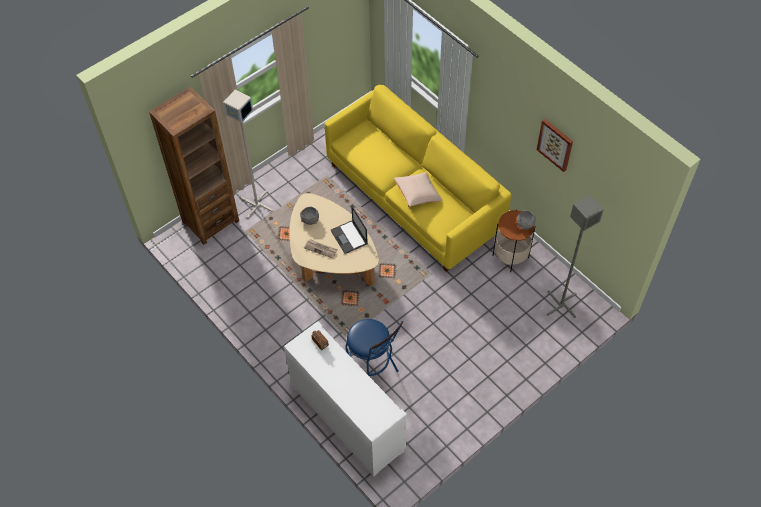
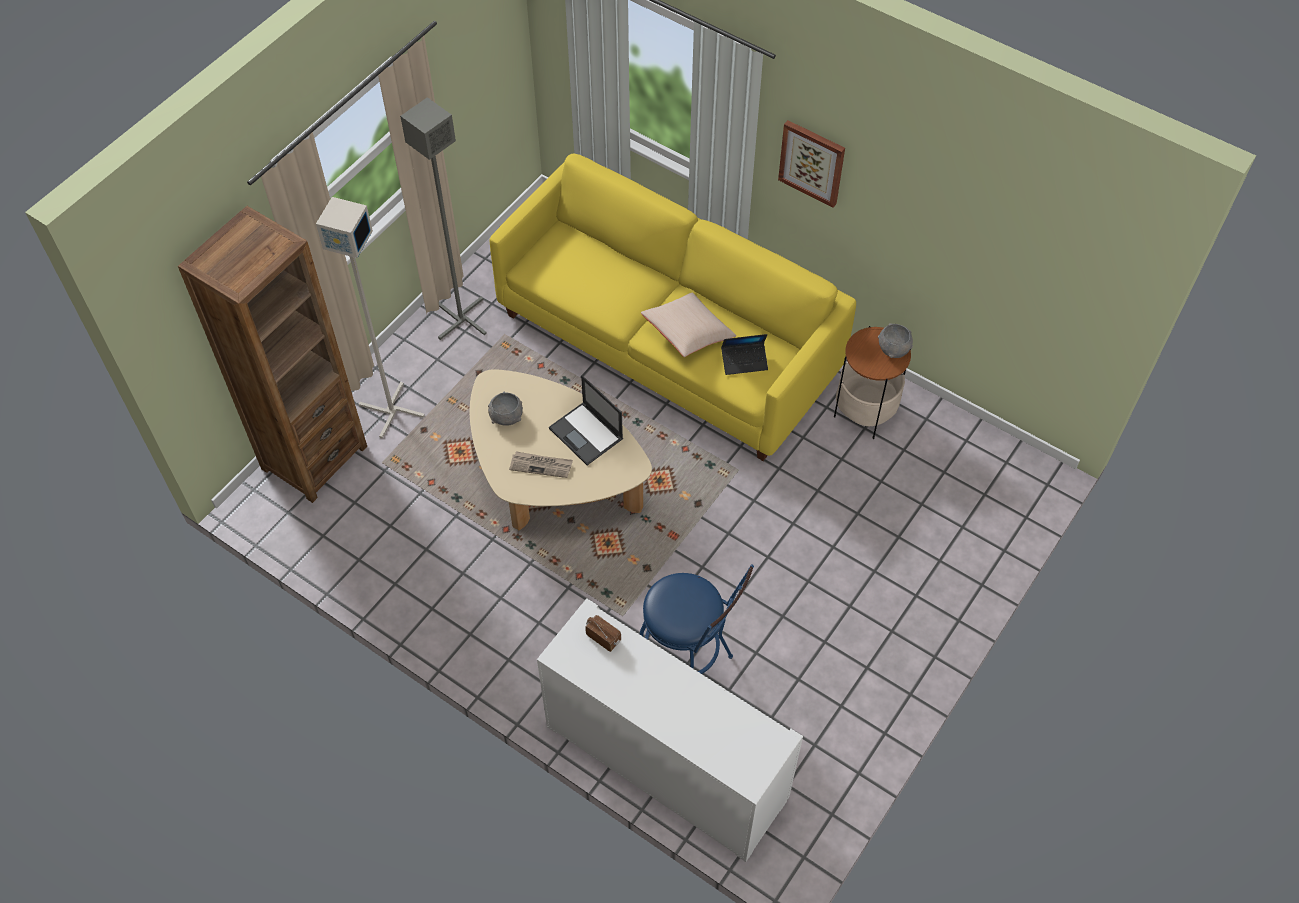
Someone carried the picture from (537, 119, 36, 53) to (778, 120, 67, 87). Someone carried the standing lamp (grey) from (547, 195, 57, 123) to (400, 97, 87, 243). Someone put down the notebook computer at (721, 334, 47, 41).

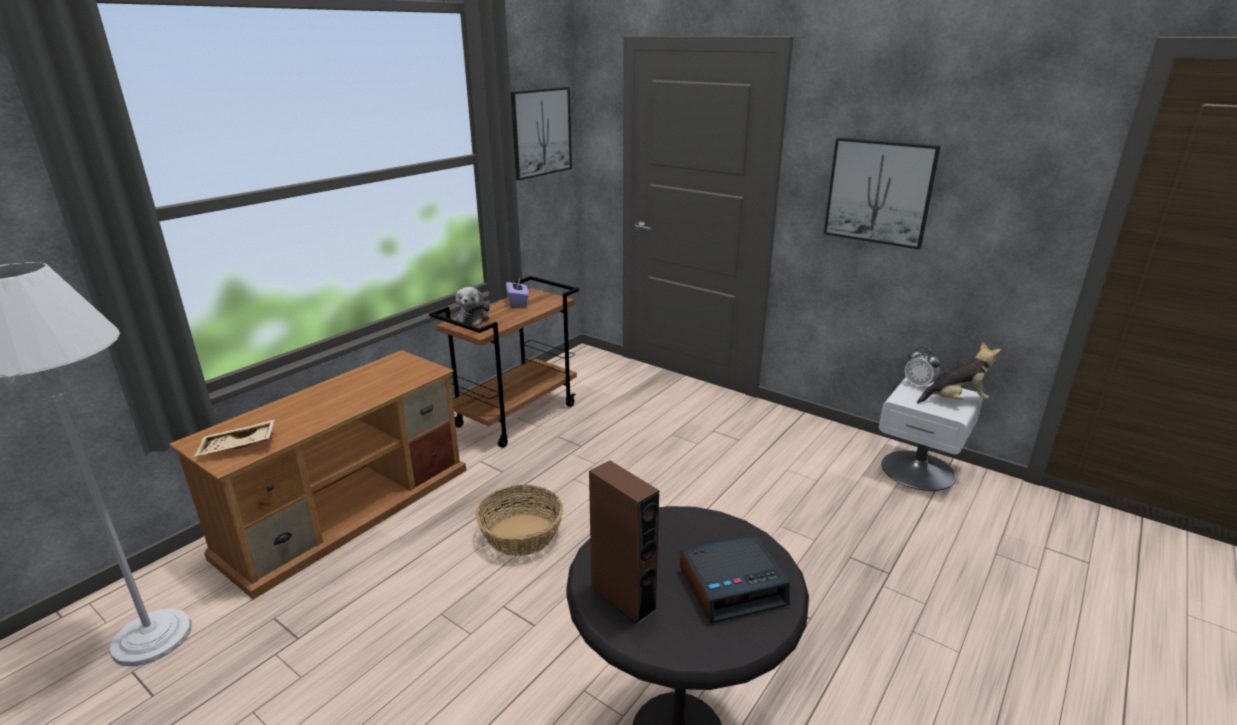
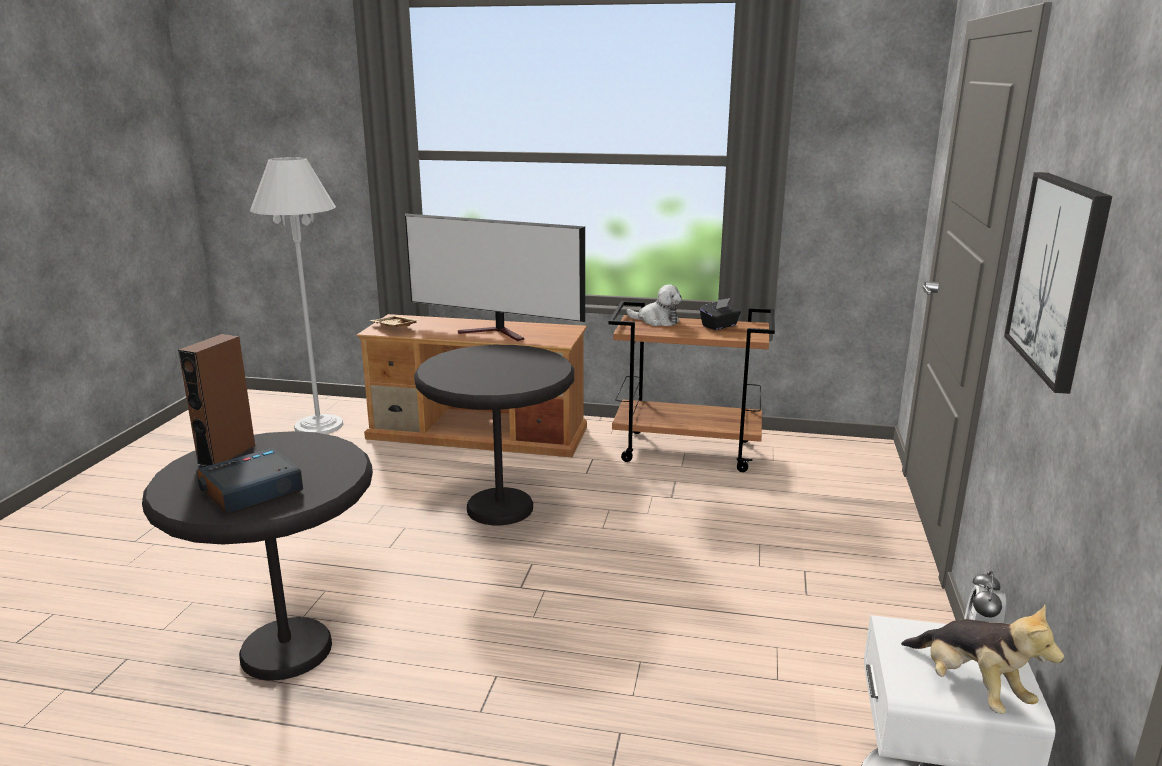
Someone rotated the plush toy at (456, 287, 34, 38) by 135 degrees counterclockwise. Someone swapped the basket at (476, 485, 87, 71) for the accent table (black) at (414, 345, 160, 180). Someone repainted the tissue holder (purplish) at (506, 277, 23, 30), which became the tissue holder (black) at (700, 298, 41, 32). Someone took away the picture at (511, 87, 61, 93). Someone rotated the alarm clock at (680, 535, 110, 89) by 90 degrees clockwise. Someone put down the TV at (405, 213, 180, 128).

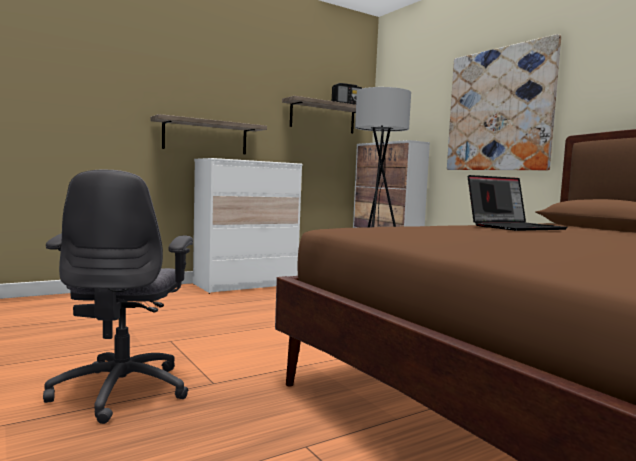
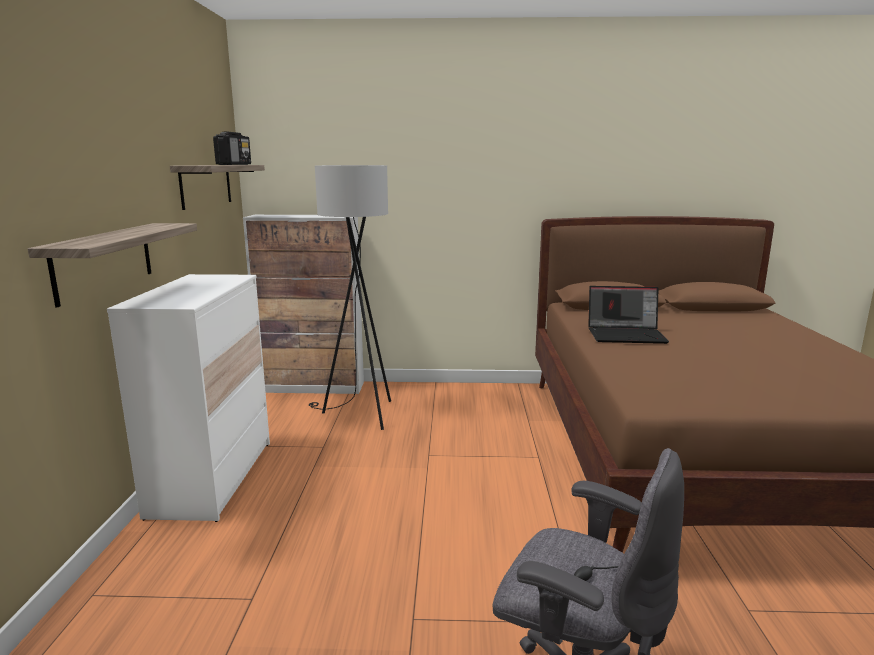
Someone took away the picture at (447, 34, 114, 137). Someone rotated the notebook computer at (468, 175, 100, 56) by 90 degrees clockwise.

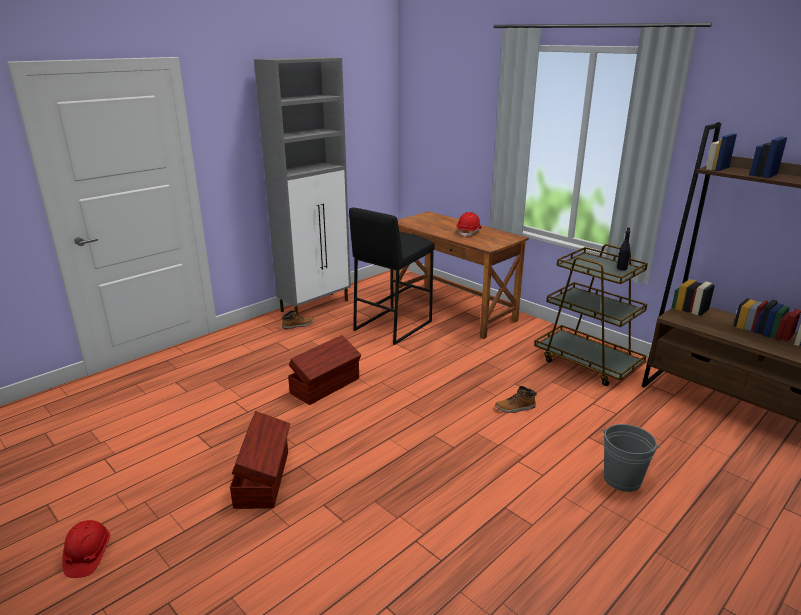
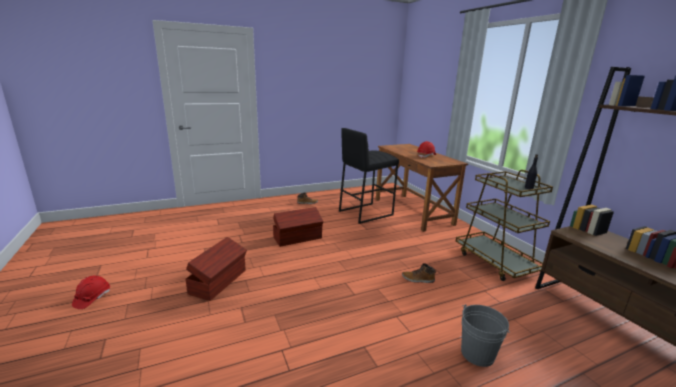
Someone took away the cabinet (grey) at (254, 57, 97, 259).

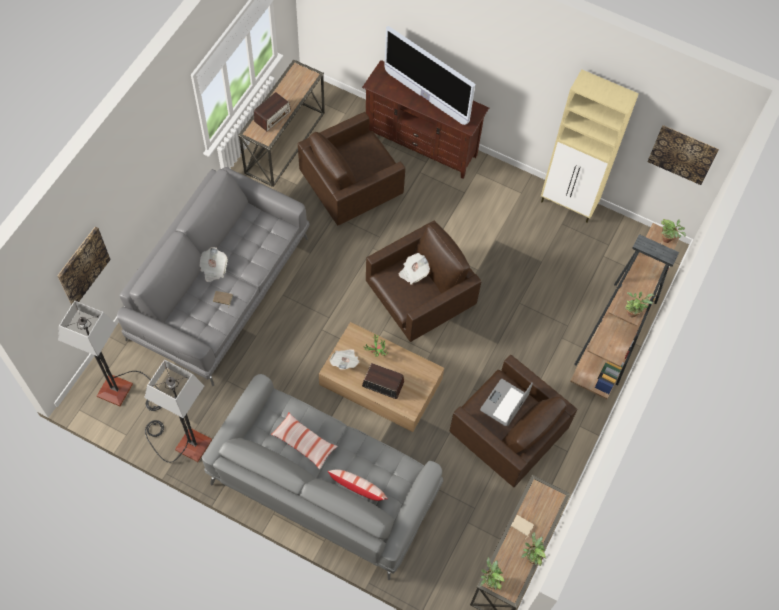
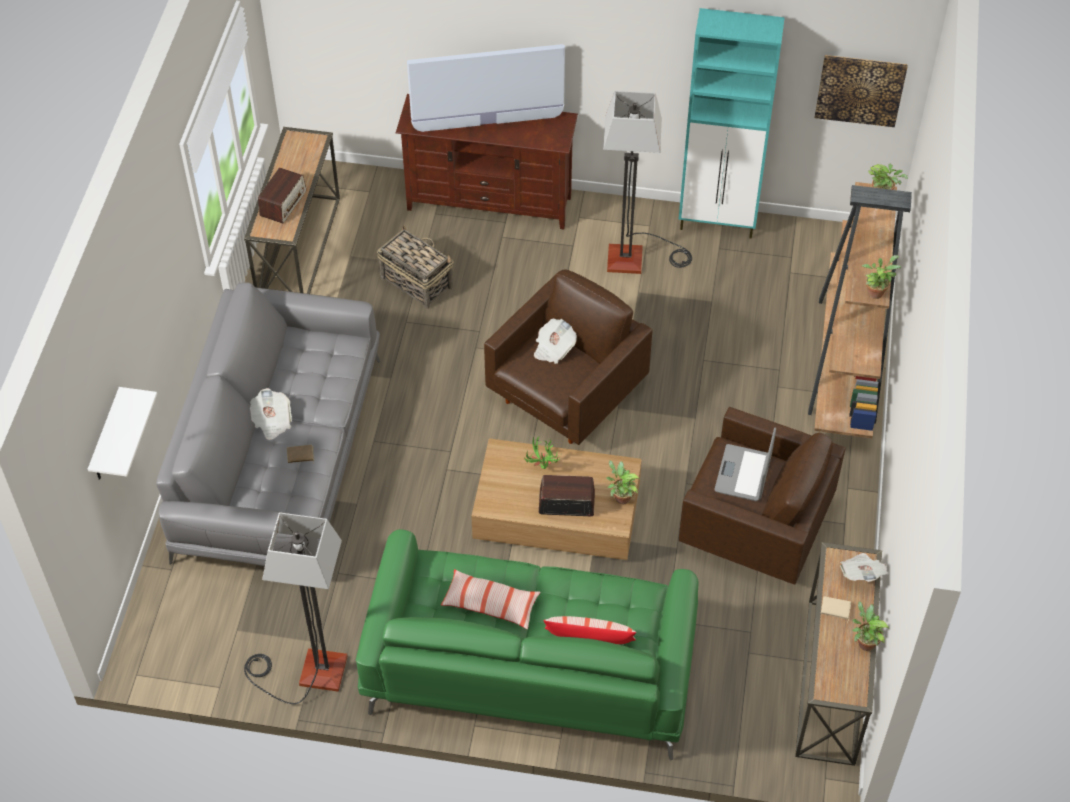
Someone swapped the picture at (57, 226, 54, 79) for the wall shelf (white-coloured) at (88, 387, 69, 93). Someone carried the standing lamp from (58, 301, 104, 110) to (603, 91, 89, 183). Someone repainted the couch (grey) at (202, 374, 241, 206), which became the couch (greenish) at (356, 529, 343, 232). Someone swapped the lounge chair (brownish) at (298, 112, 107, 114) for the basket at (377, 225, 77, 84). Someone carried the newspaper from (330, 349, 30, 21) to (840, 553, 47, 29). Someone rotated the TV at (384, 26, 91, 99) by 150 degrees clockwise. Someone carried the plant in a pot from (480, 557, 25, 33) to (606, 460, 34, 44). Someone repainted the cabinet (beige) at (541, 69, 98, 154), which became the cabinet (turquoise-coloured) at (679, 8, 106, 230).

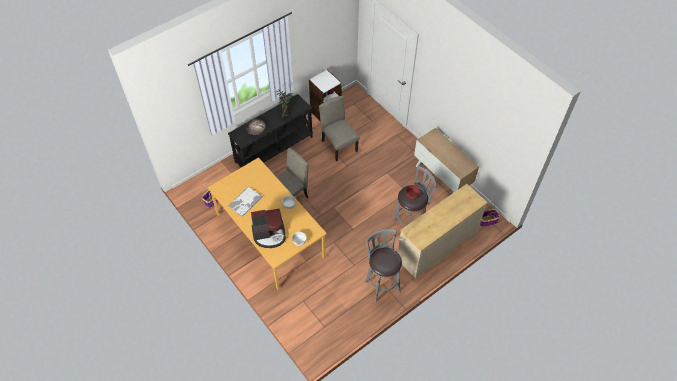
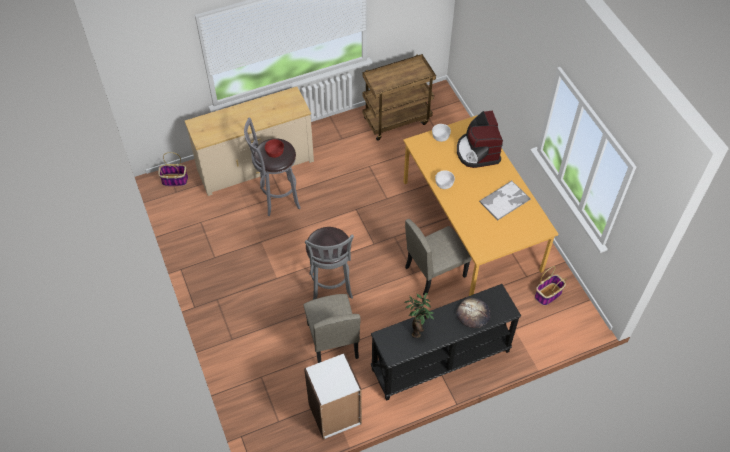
Someone rotated the coffee maker at (251, 209, 35, 39) by 105 degrees counterclockwise. Someone carried the stool (grey) from (365, 229, 37, 74) to (305, 227, 49, 73). Someone took away the cabinet at (414, 128, 65, 65). Someone put down the wheeled cart (brownish) at (362, 54, 74, 87).

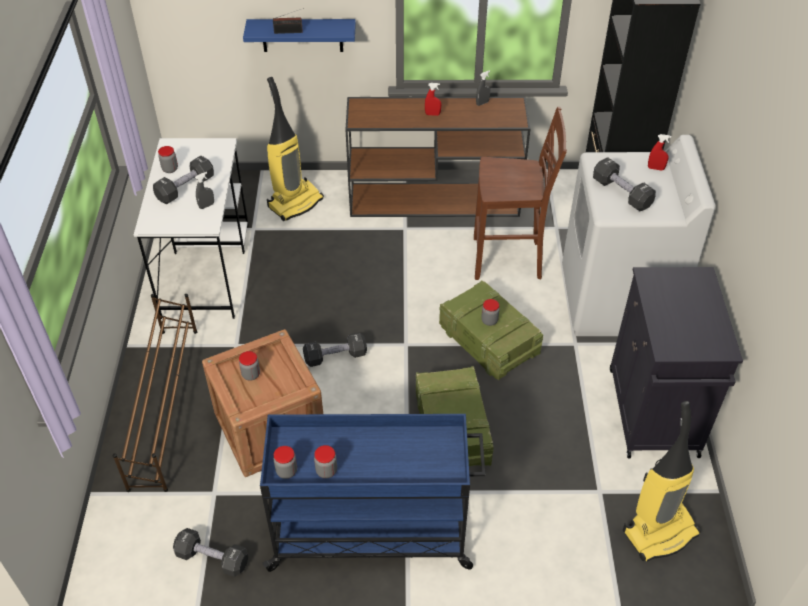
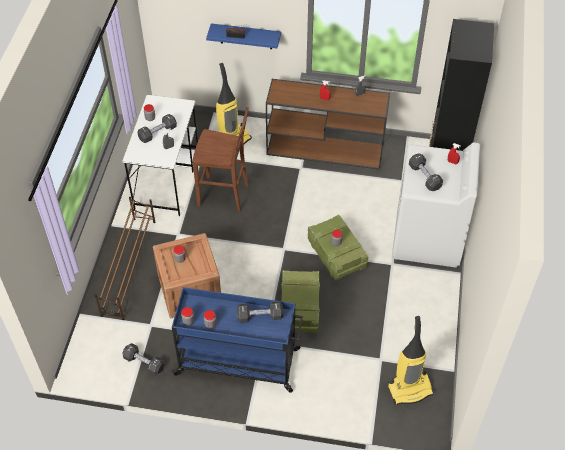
Someone carried the free weight (black) from (303, 333, 64, 34) to (237, 302, 46, 21). Someone carried the stool (brownish) from (474, 107, 93, 173) to (193, 107, 56, 105). Someone took away the cabinet (black) at (610, 267, 133, 191).

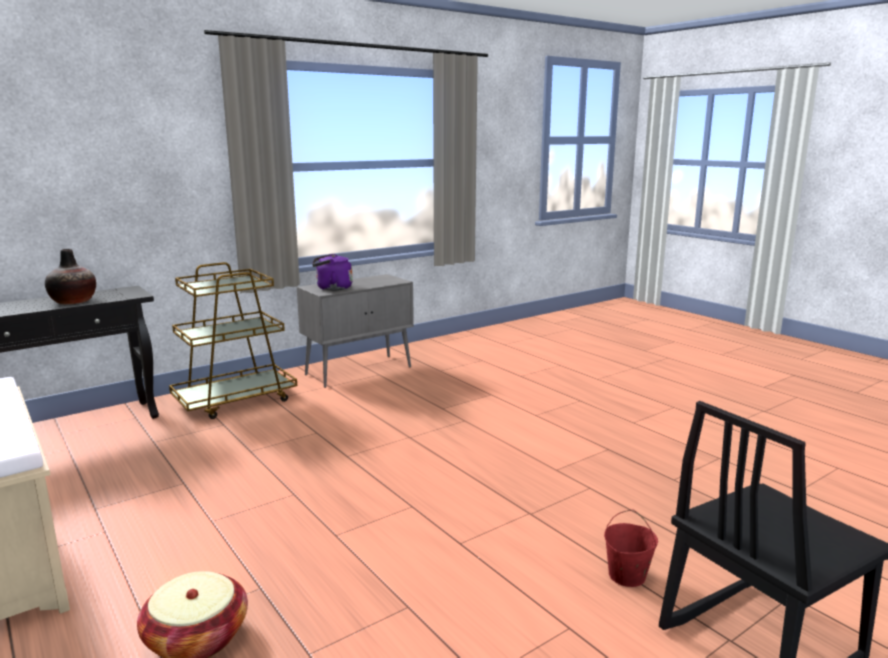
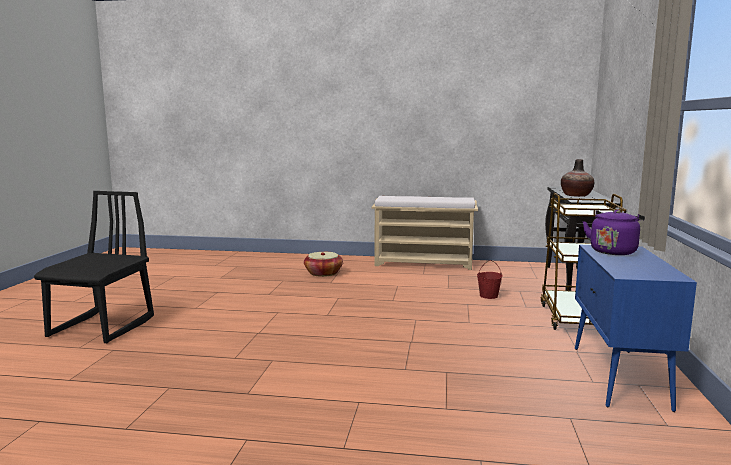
Someone repainted the cabinet (grey) at (297, 274, 117, 114), which became the cabinet (blue) at (575, 245, 122, 167). Someone carried the pail (reddish) from (604, 509, 54, 78) to (477, 260, 26, 39).

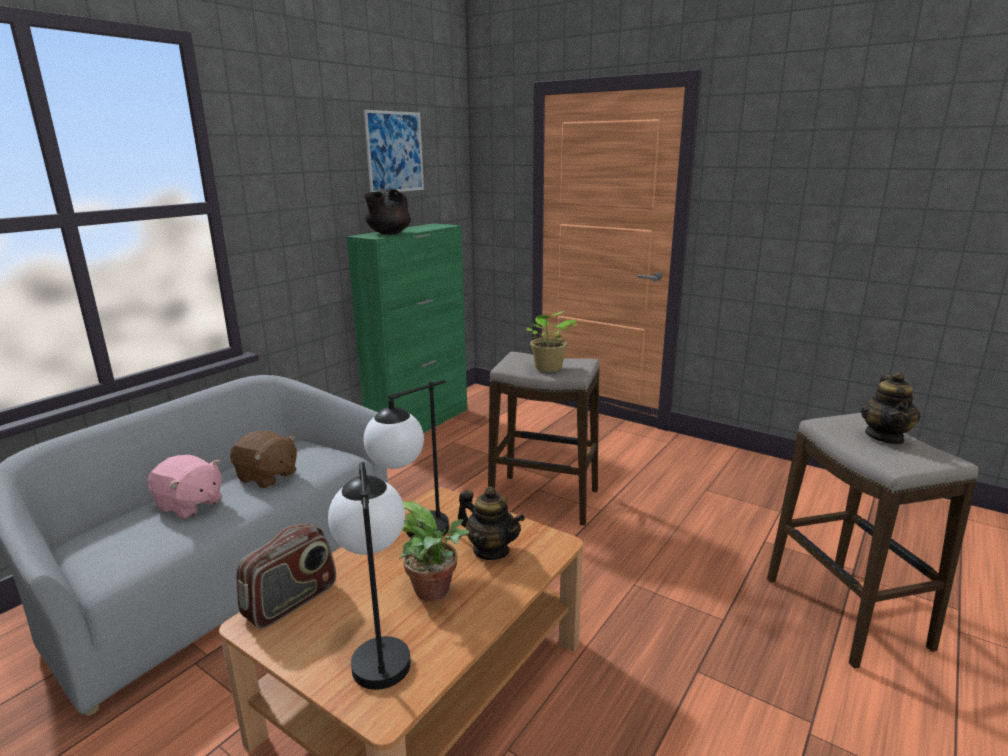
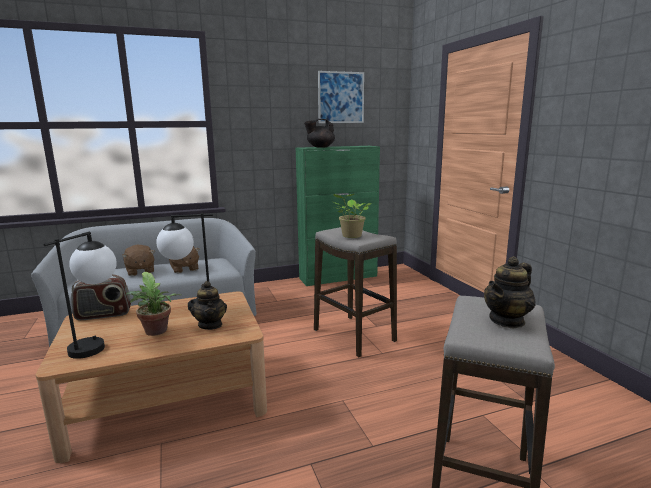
Someone repainted the plush toy (pinkish) at (147, 455, 75, 64), which became the plush toy (brownish) at (122, 245, 33, 31).

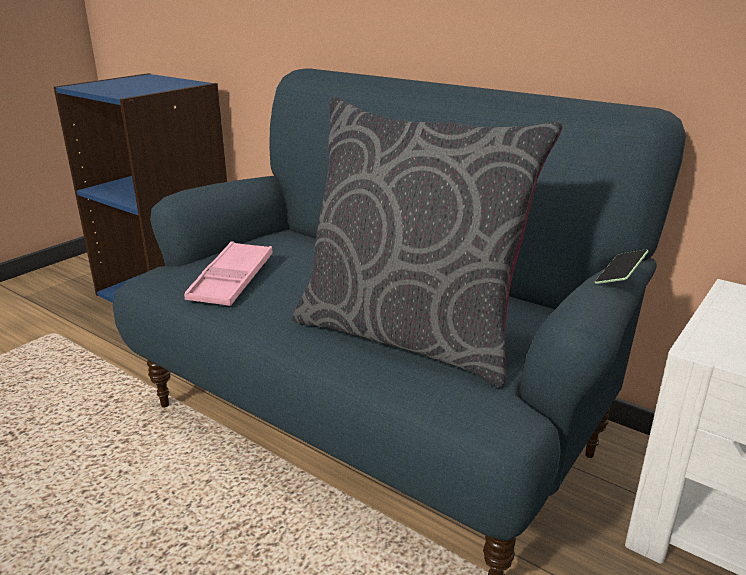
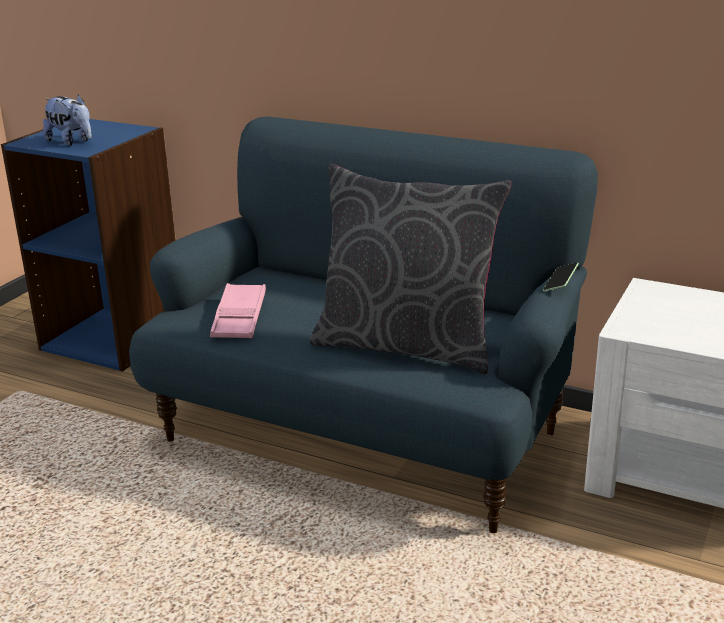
Someone put down the plush toy at (43, 94, 49, 52).

